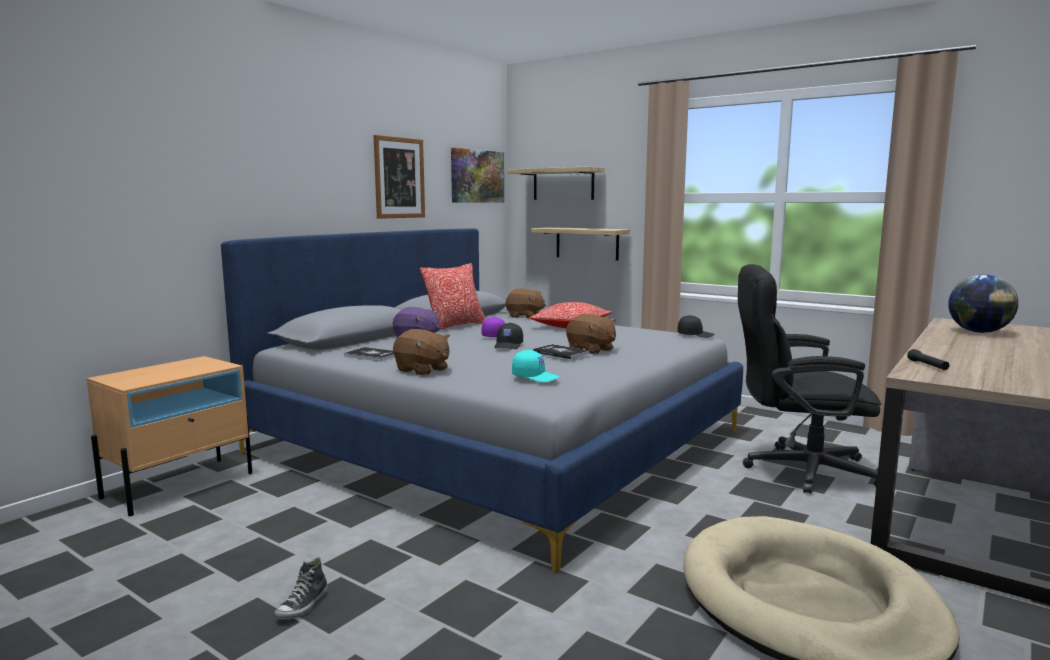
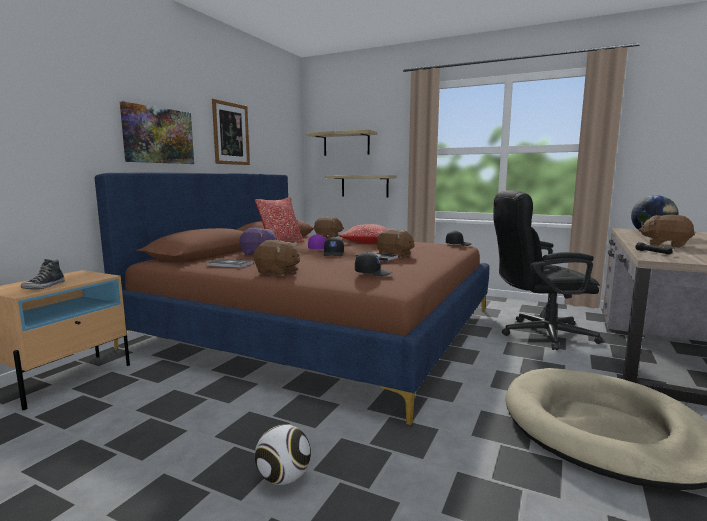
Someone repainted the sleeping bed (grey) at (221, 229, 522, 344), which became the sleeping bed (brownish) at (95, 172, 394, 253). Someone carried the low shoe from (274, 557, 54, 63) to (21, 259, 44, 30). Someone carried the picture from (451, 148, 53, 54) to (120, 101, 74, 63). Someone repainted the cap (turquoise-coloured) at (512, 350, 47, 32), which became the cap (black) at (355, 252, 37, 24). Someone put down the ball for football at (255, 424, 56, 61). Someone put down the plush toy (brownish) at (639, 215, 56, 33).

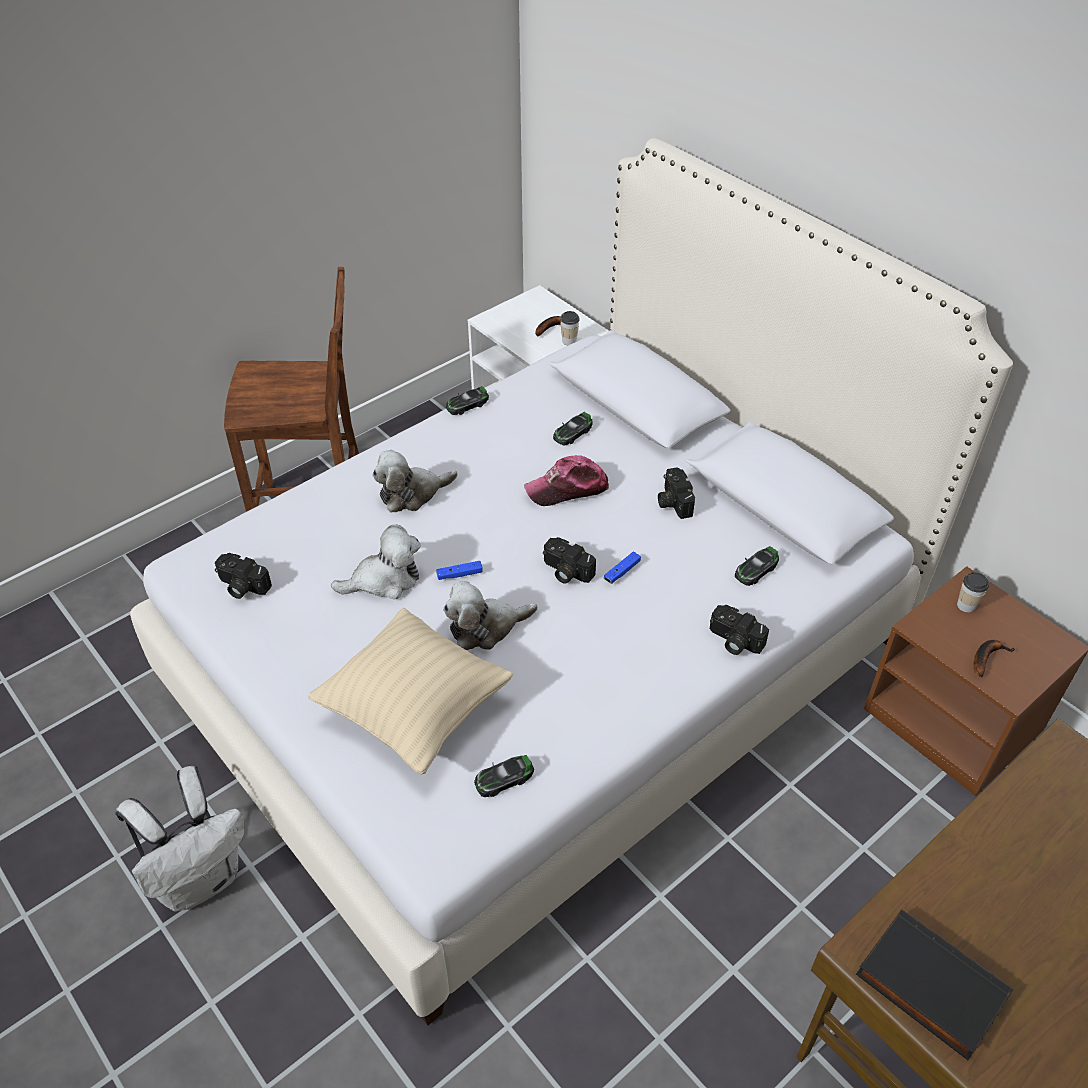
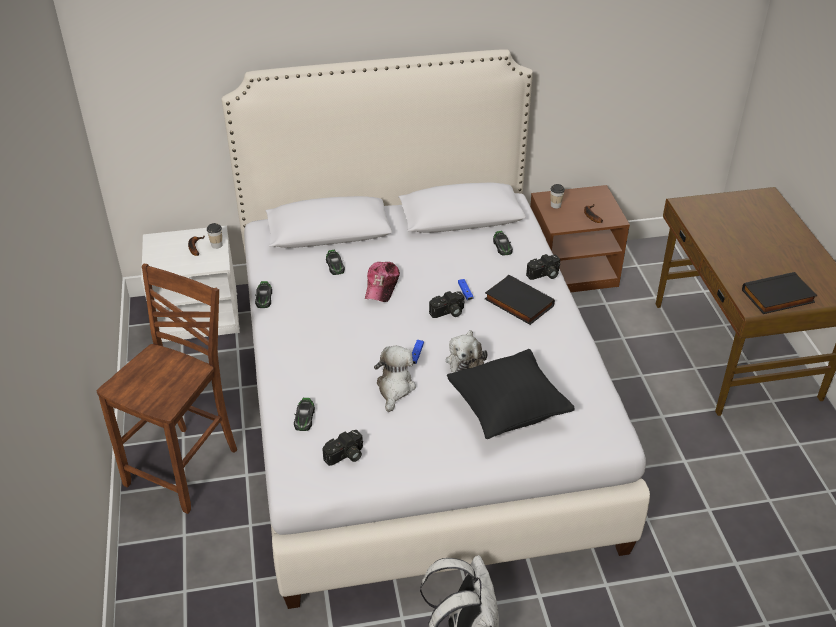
Someone repainted the throw pillow (beige) at (308, 608, 206, 167), which became the throw pillow (black) at (447, 349, 128, 90). Someone took away the plush toy at (372, 450, 86, 62). Someone carried the model car from (474, 755, 60, 42) to (294, 398, 21, 33). Someone took away the still camera at (658, 467, 37, 52). Someone put down the bound book (black) at (485, 275, 70, 50).

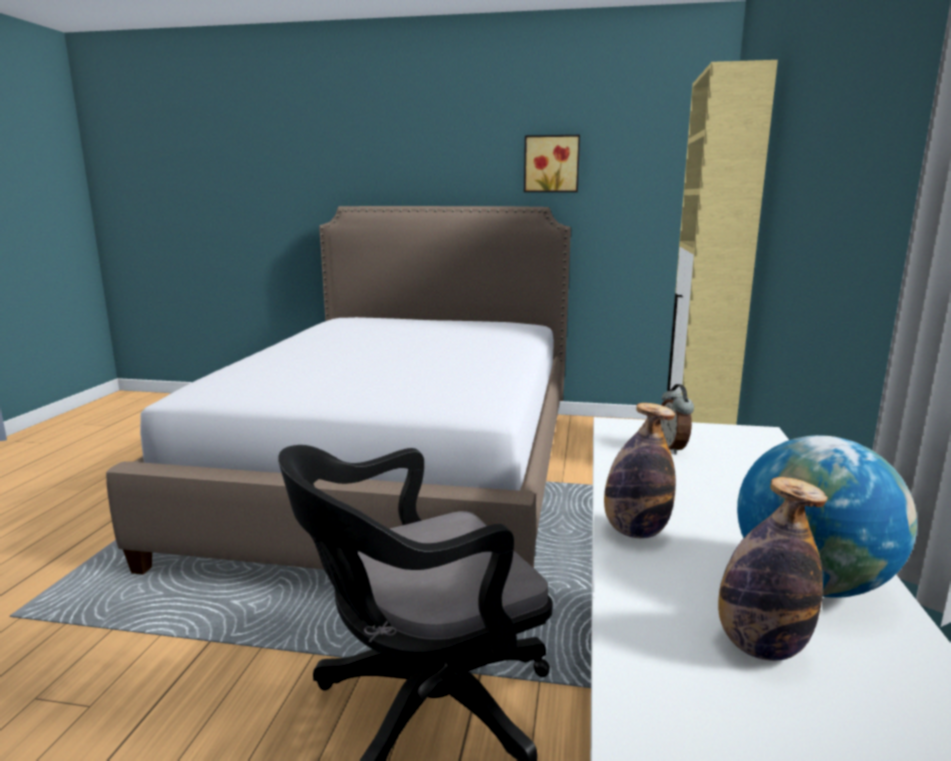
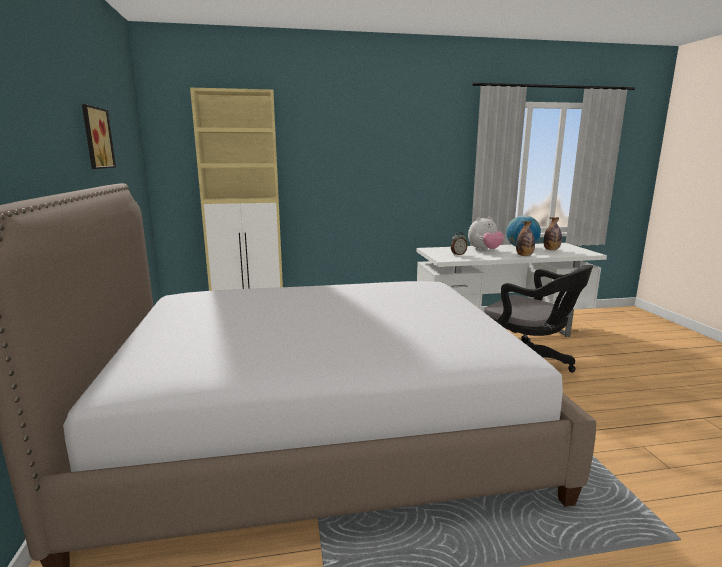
Someone put down the plush toy at (468, 217, 36, 34).

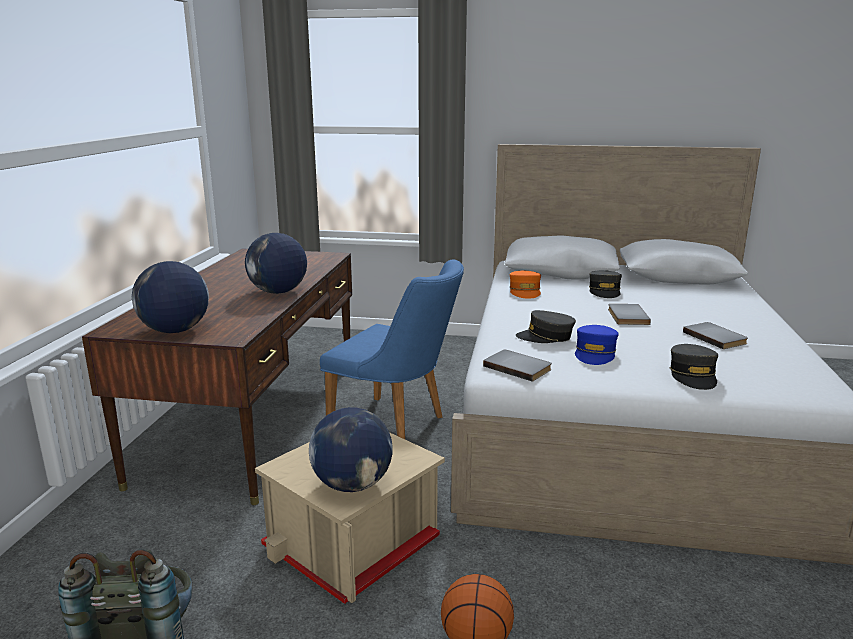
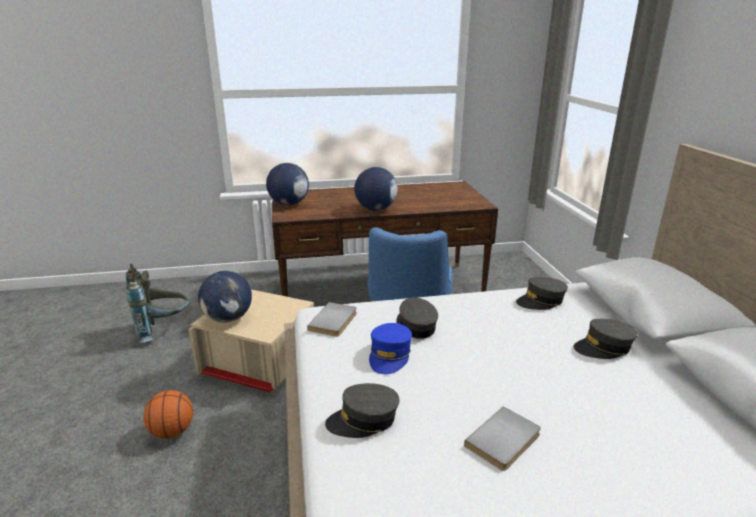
Someone repainted the cap (orange-coloured) at (509, 271, 32, 27), which became the cap (grey) at (516, 277, 52, 33). Someone rotated the cap (blue) at (575, 325, 43, 40) by 75 degrees counterclockwise. Someone took away the bound book (grey) at (608, 304, 43, 21).

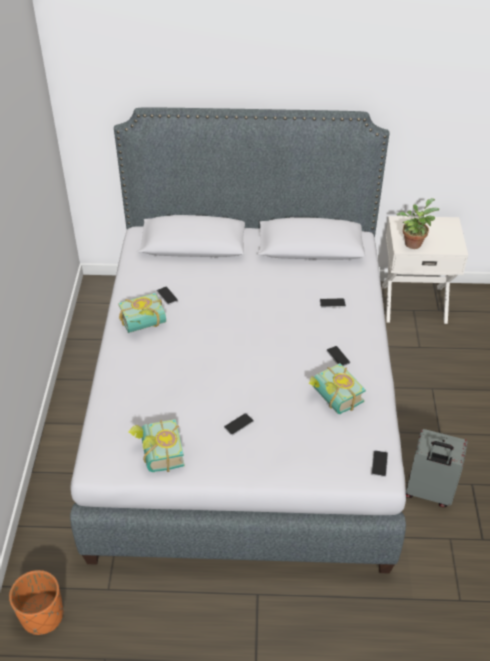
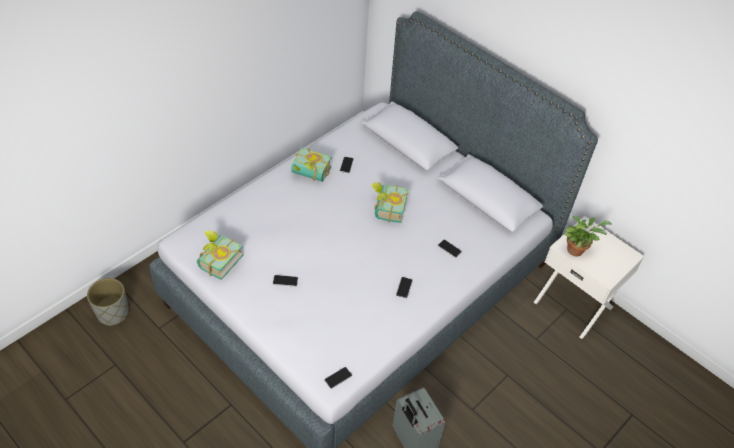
Someone repainted the flower pot (orange-coloured) at (9, 570, 54, 65), which became the flower pot (grey) at (87, 278, 42, 48). Someone carried the bound book from (309, 363, 57, 51) to (371, 182, 37, 41).

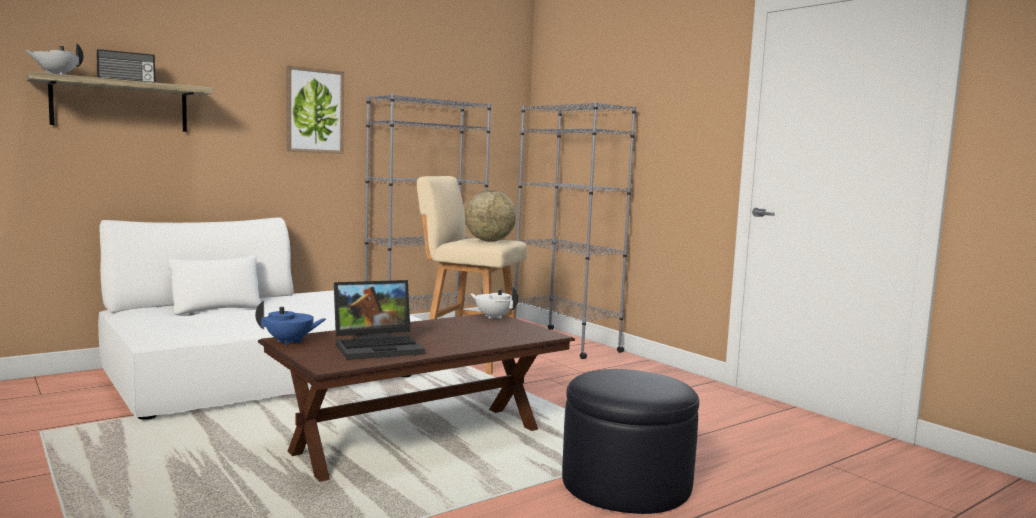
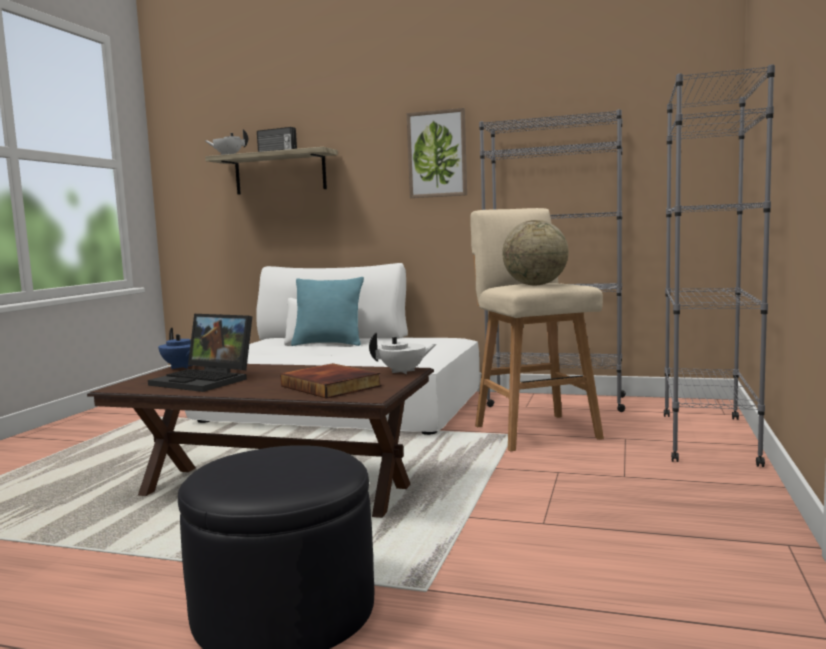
Someone rotated the pot for tea (white-coloured) at (470, 286, 48, 33) by 75 degrees clockwise. Someone put down the bound book at (280, 363, 101, 36). Someone put down the throw pillow (turquoise-coloured) at (291, 277, 73, 69).

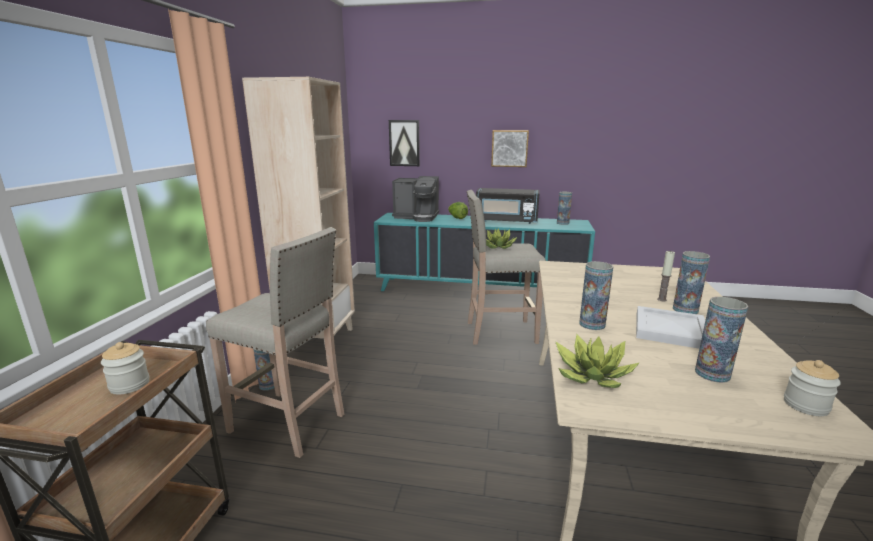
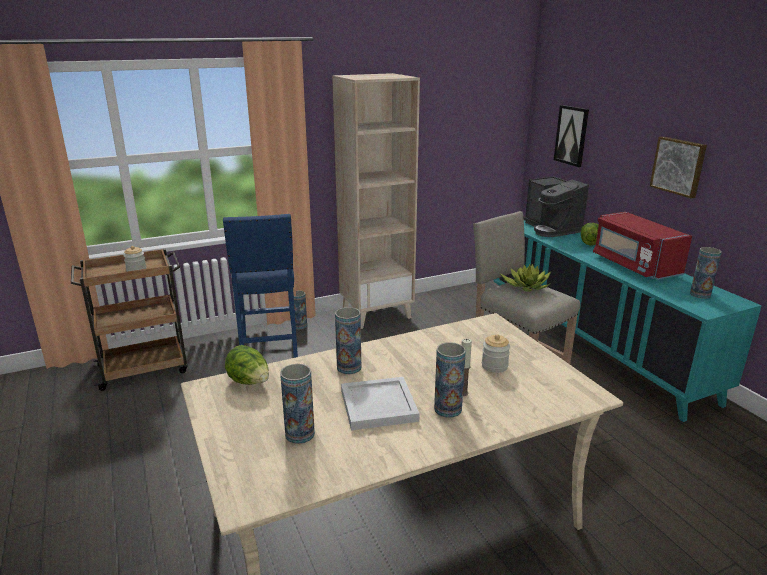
Someone repainted the stool (beige) at (206, 227, 139, 231), which became the stool (blue) at (223, 214, 75, 144). Someone repainted the kitchen microwave (black) at (476, 188, 63, 36), which became the kitchen microwave (reddish) at (593, 212, 99, 68). Someone swapped the plant in a pot at (555, 334, 84, 54) for the lettuce at (225, 345, 44, 40). Someone carried the jar from (784, 360, 57, 56) to (482, 334, 28, 39).

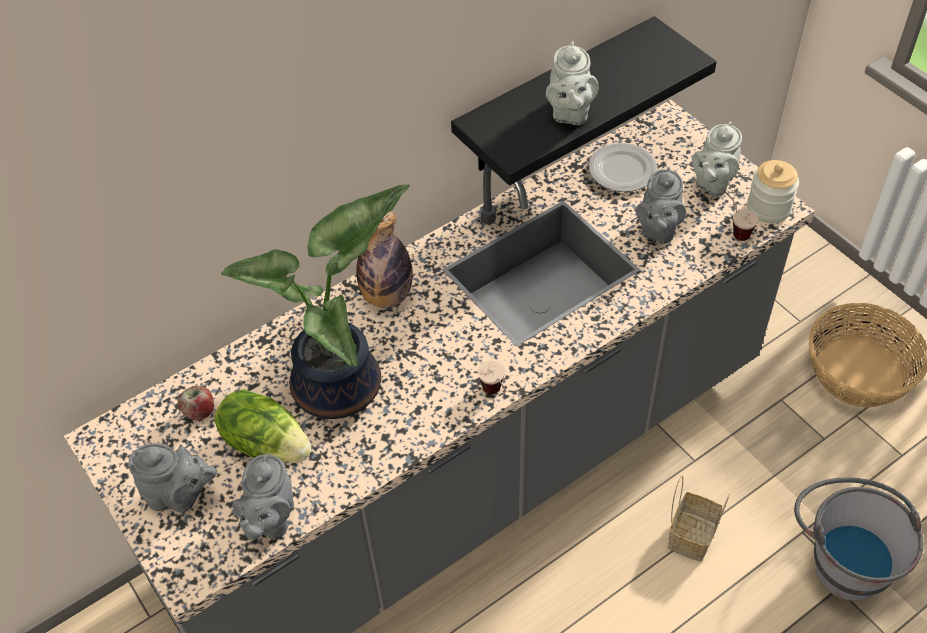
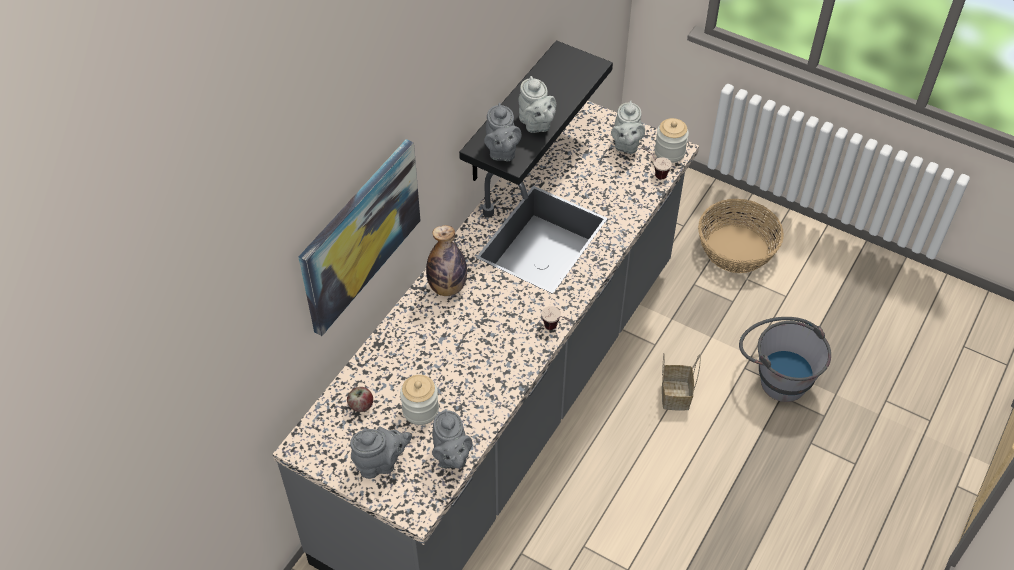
Someone swapped the lettuce at (215, 389, 96, 74) for the jar at (400, 375, 39, 50). Someone took away the plant in a pot at (221, 184, 189, 235). Someone took away the plate at (588, 143, 70, 49). Someone carried the pot for tea (grey) from (636, 167, 50, 77) to (484, 103, 37, 58). Someone put up the picture at (298, 139, 123, 197).

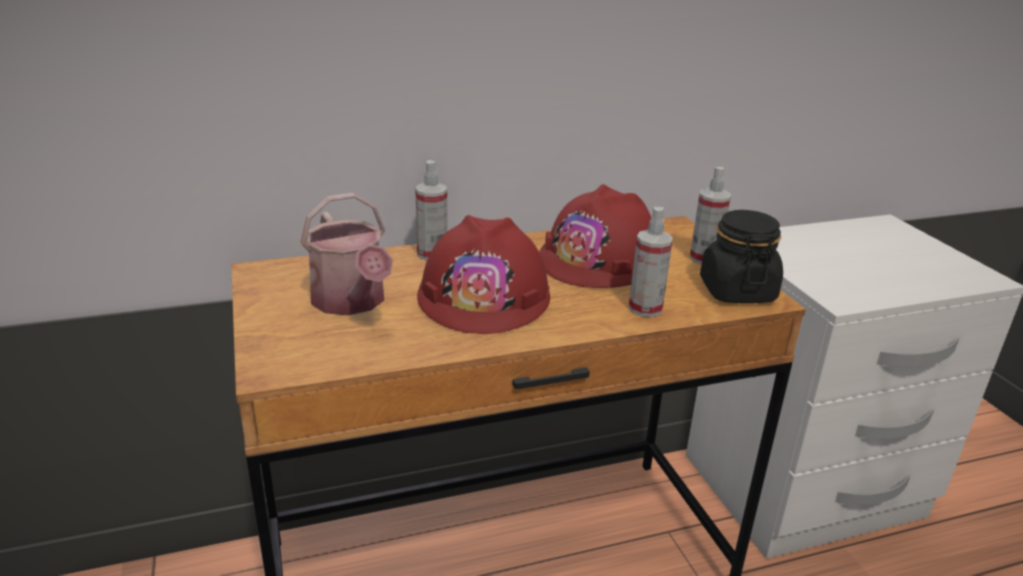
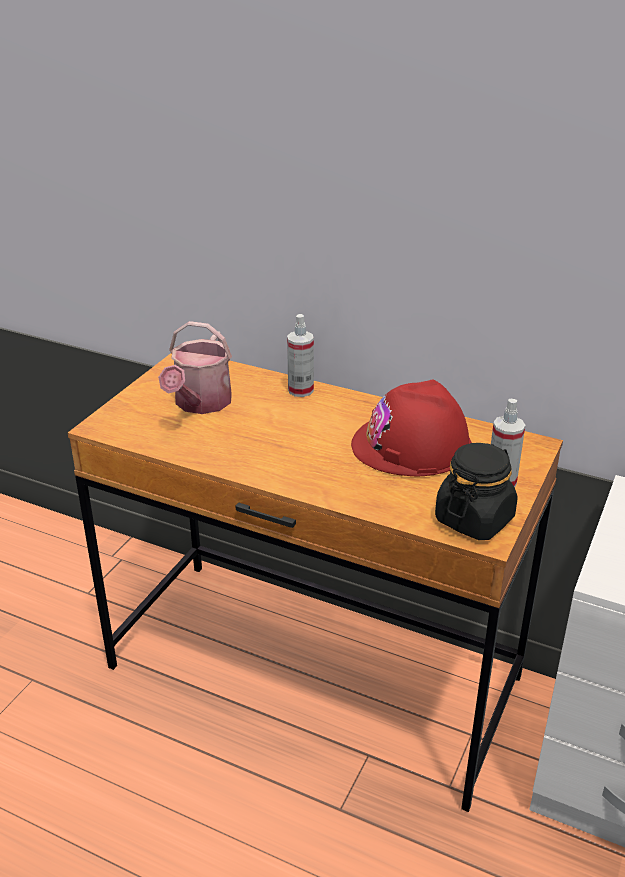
Someone took away the safety helmet (reddish) at (417, 215, 133, 119). Someone took away the sprayer at (628, 207, 45, 110).

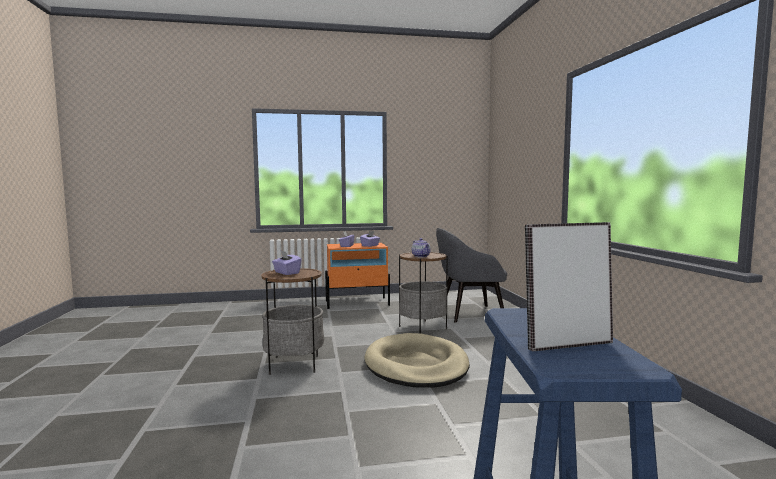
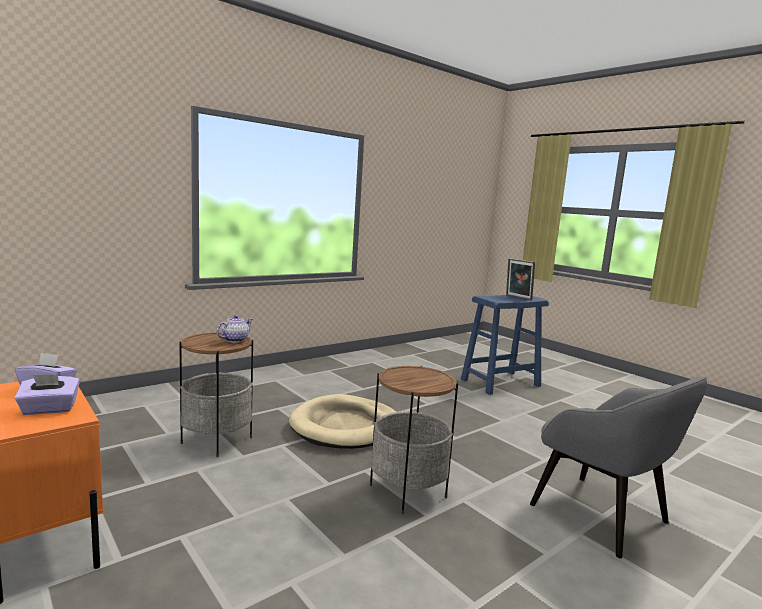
Someone took away the tissue holder (purplish) at (272, 251, 29, 24). Someone carried the lounge chair (grey) from (436, 228, 72, 95) to (530, 376, 177, 182).

